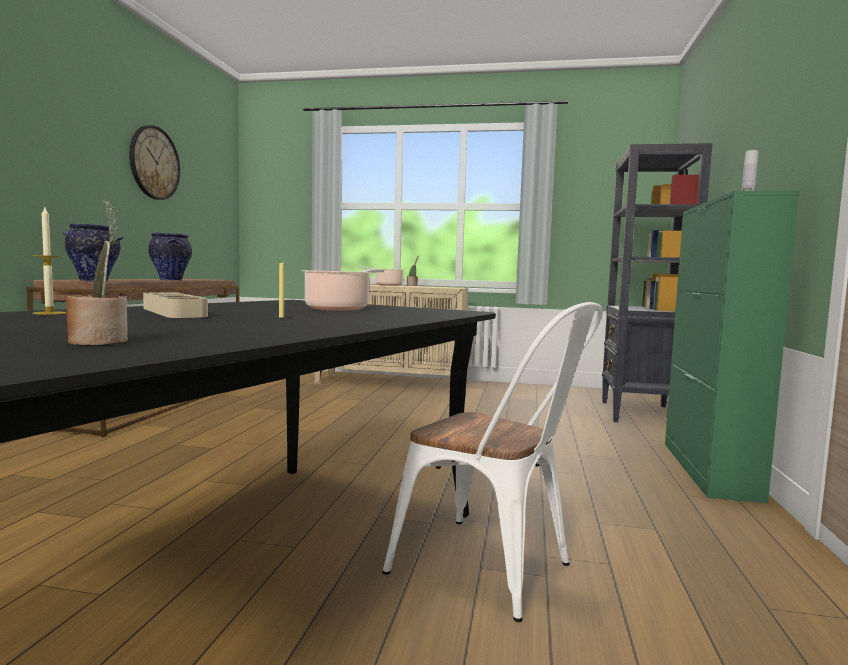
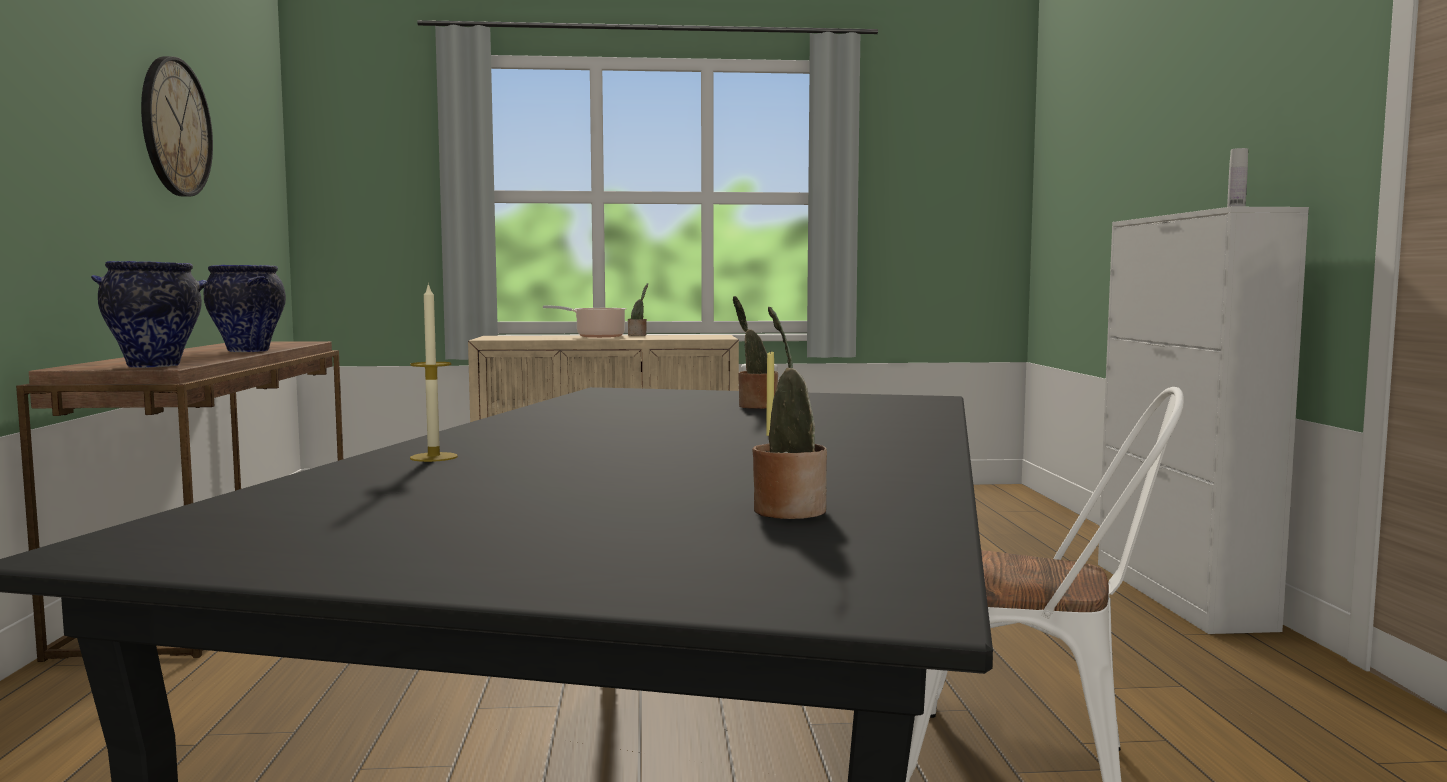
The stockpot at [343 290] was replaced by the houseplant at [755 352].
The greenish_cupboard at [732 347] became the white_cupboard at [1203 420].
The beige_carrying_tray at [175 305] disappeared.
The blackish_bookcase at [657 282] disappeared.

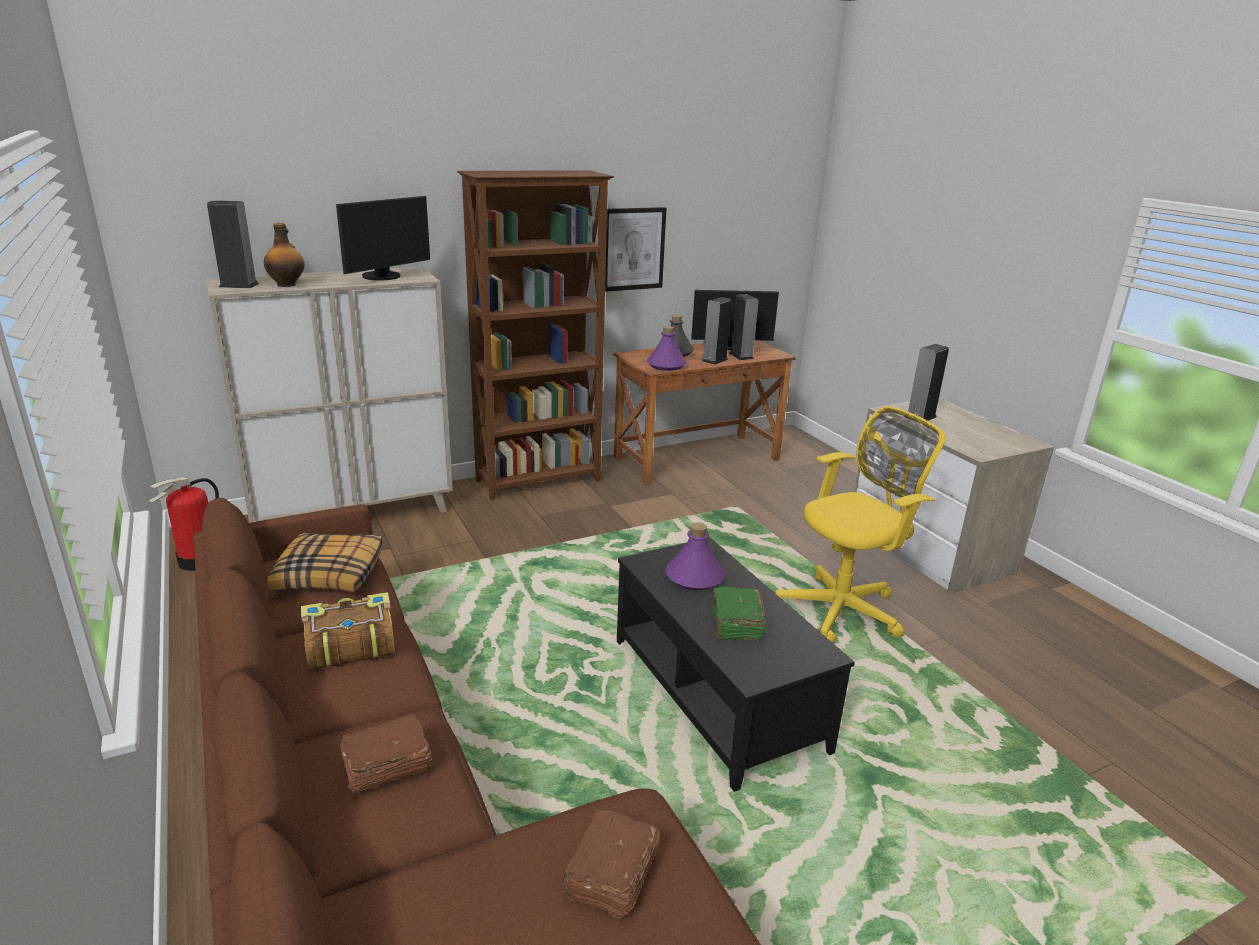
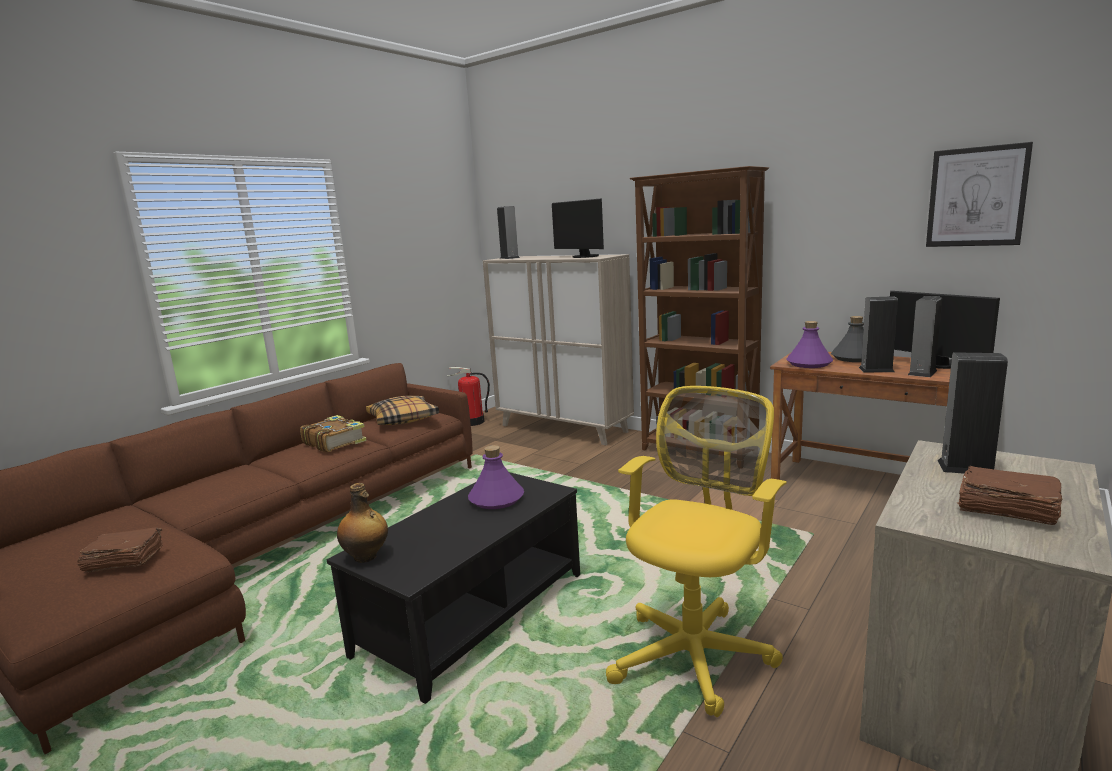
The beverage_bottle moved from [284 255] to [362 523].
The computer_screen at [383 238] turned 45 degrees clockwise.
The yellow_office_chair at [860 524] turned 90 degrees counterclockwise.
The wall_picture moved from [636 249] to [979 194].
The brownish_book moved from [385 754] to [1009 495].
The greenish_book at [739 614] disappeared.

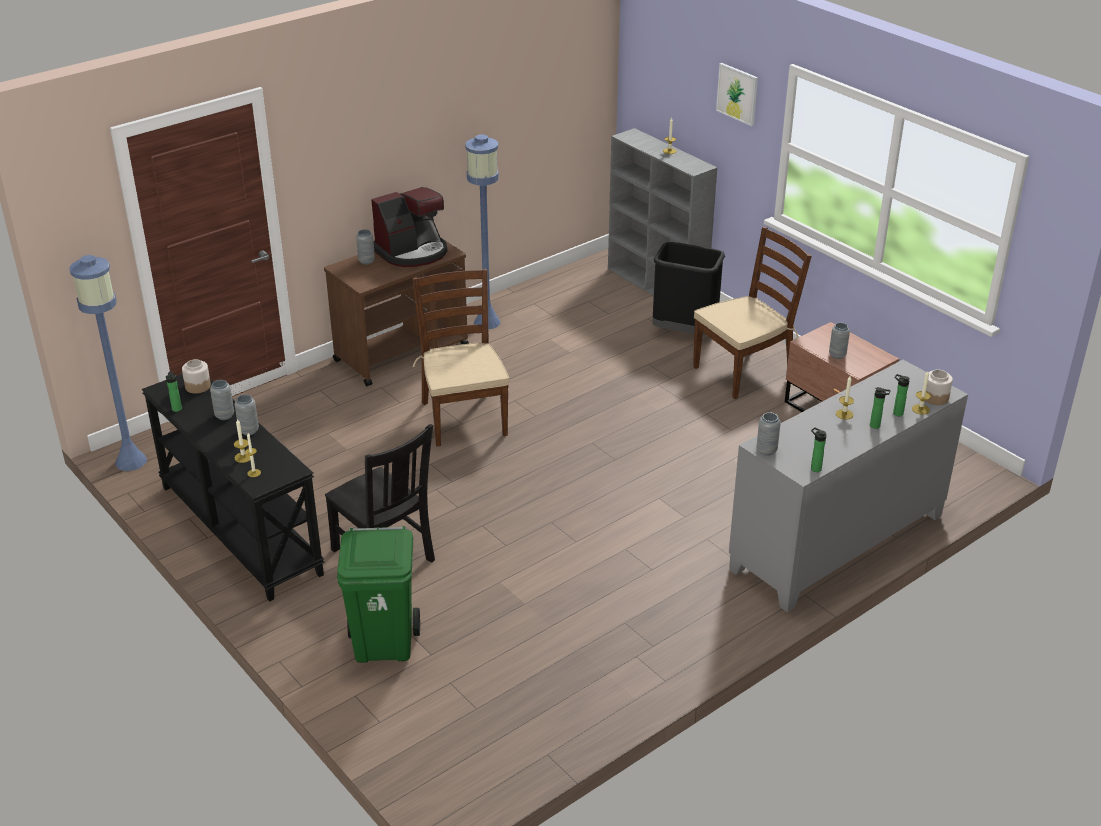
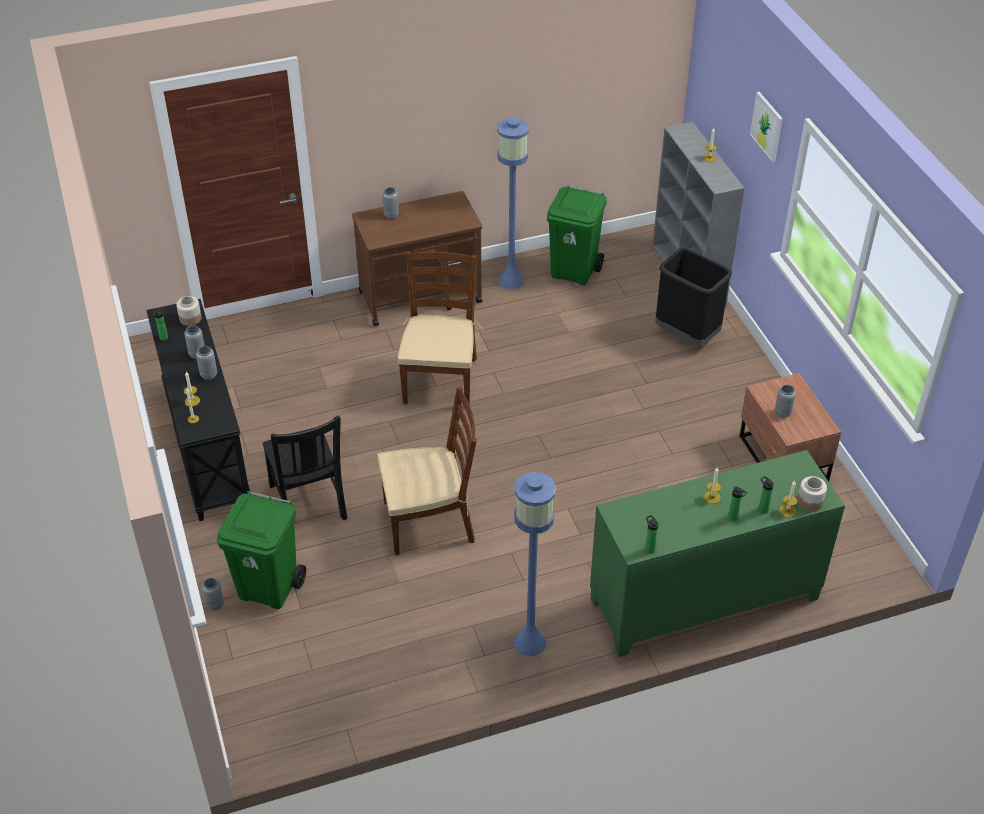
The gray_vase moved from [769 434] to [213 594].
The brownish_upright_chair moved from [752 313] to [427 470].
The bluish_standard_lamp moved from [108 363] to [535 564].
The greenish_waste_bin at [577 235] appeared.
The gray_cupboard at [848 486] became the greenish_cupboard at [717 553].
The coffee_machine at [409 227] disappeared.

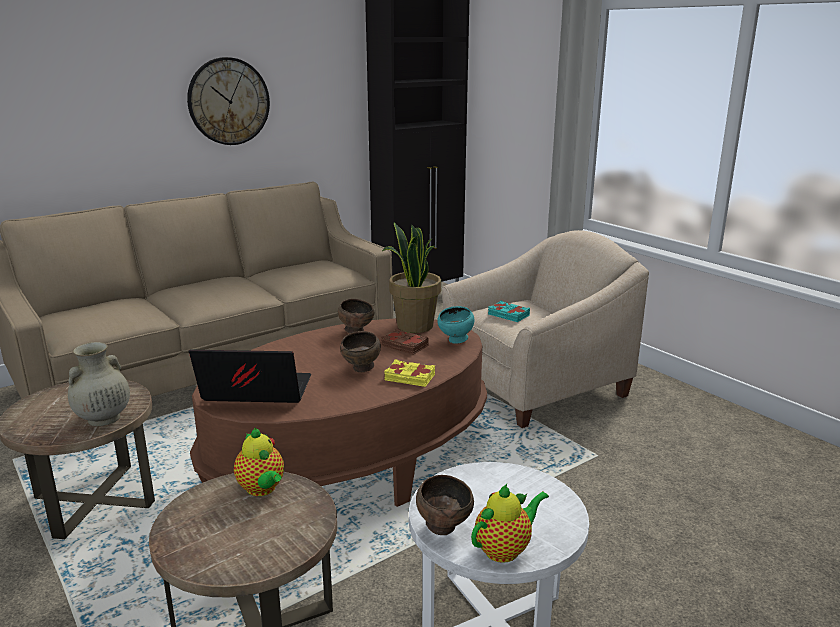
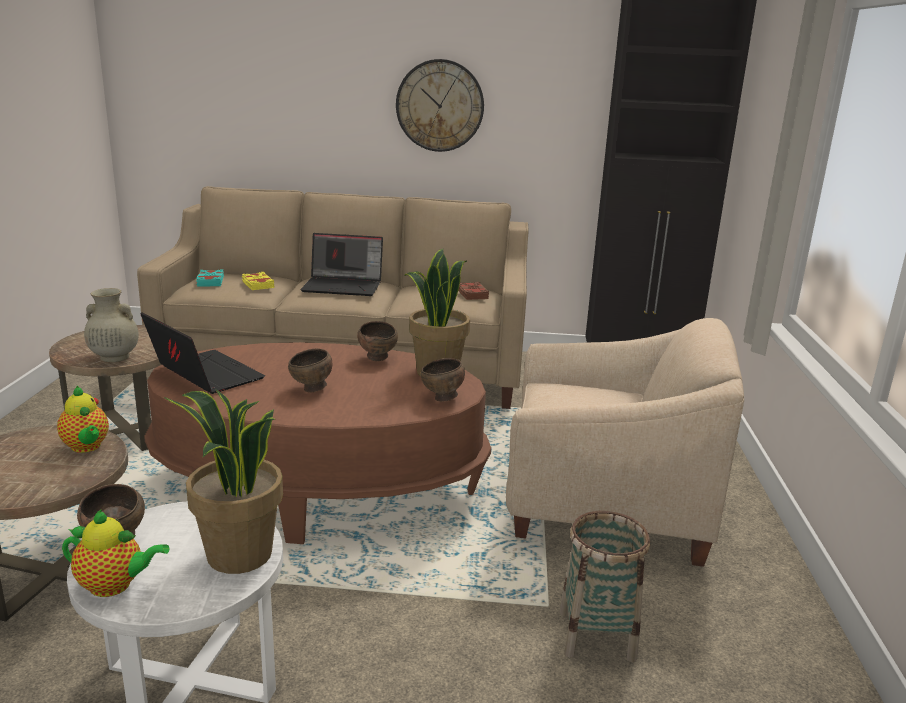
The teapot at [259 461] turned 45 degrees counterclockwise.
The houseplant at [223 482] appeared.
The turquoise_book moved from [509 311] to [210 278].
The yellow_book moved from [409 373] to [258 281].
The portable_computer at [341 264] appeared.
The turquoise_deep_dish at [455 325] became the brownish_deep_dish at [443 380].
The brownish_book moved from [405 342] to [473 291].
The basket at [605 586] appeared.

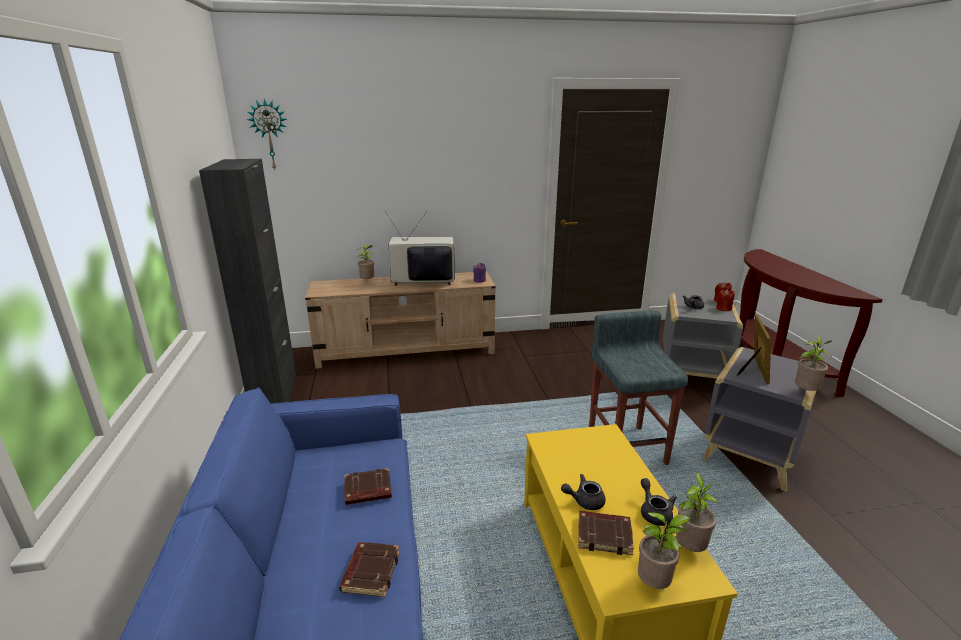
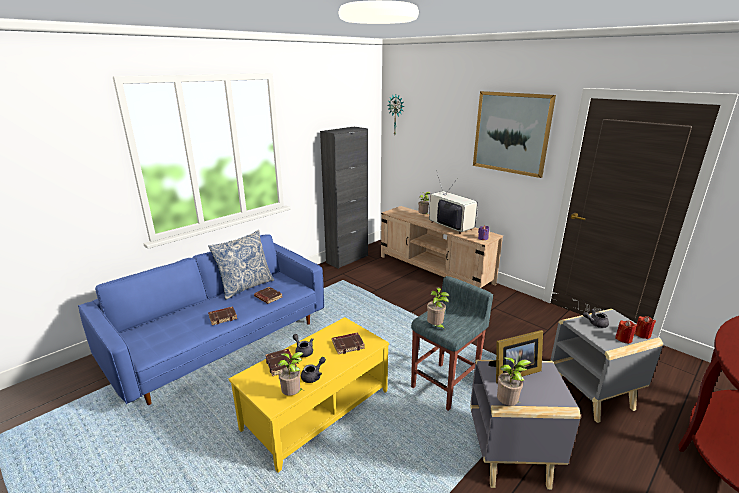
The throw_pillow at [241 265] appeared.
The brownish_book at [348 343] appeared.
The houseplant moved from [664 550] to [438 309].
The wall_picture at [514 134] appeared.

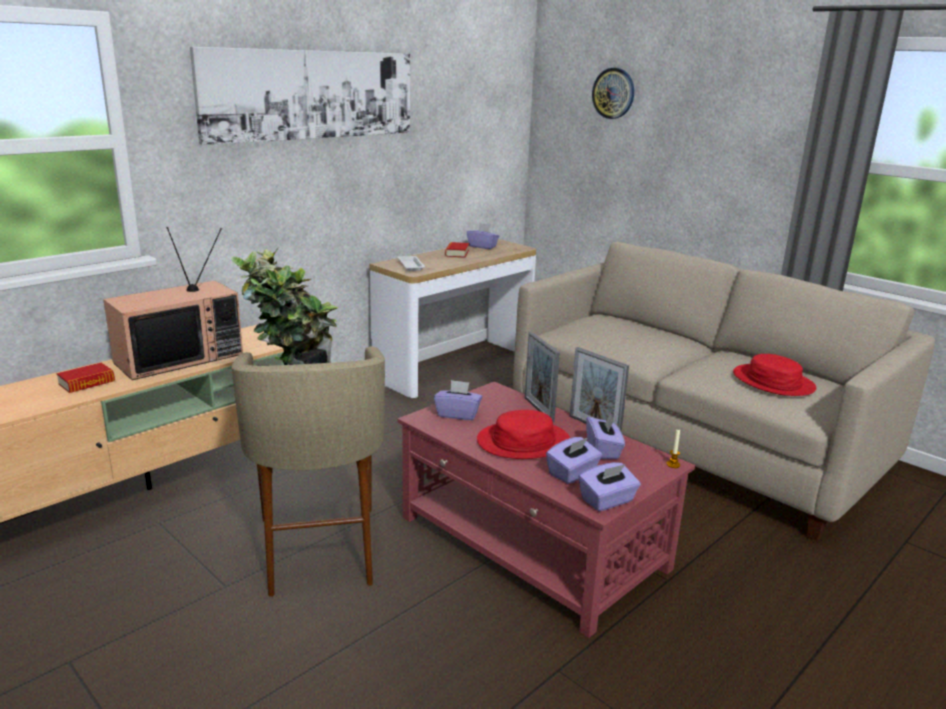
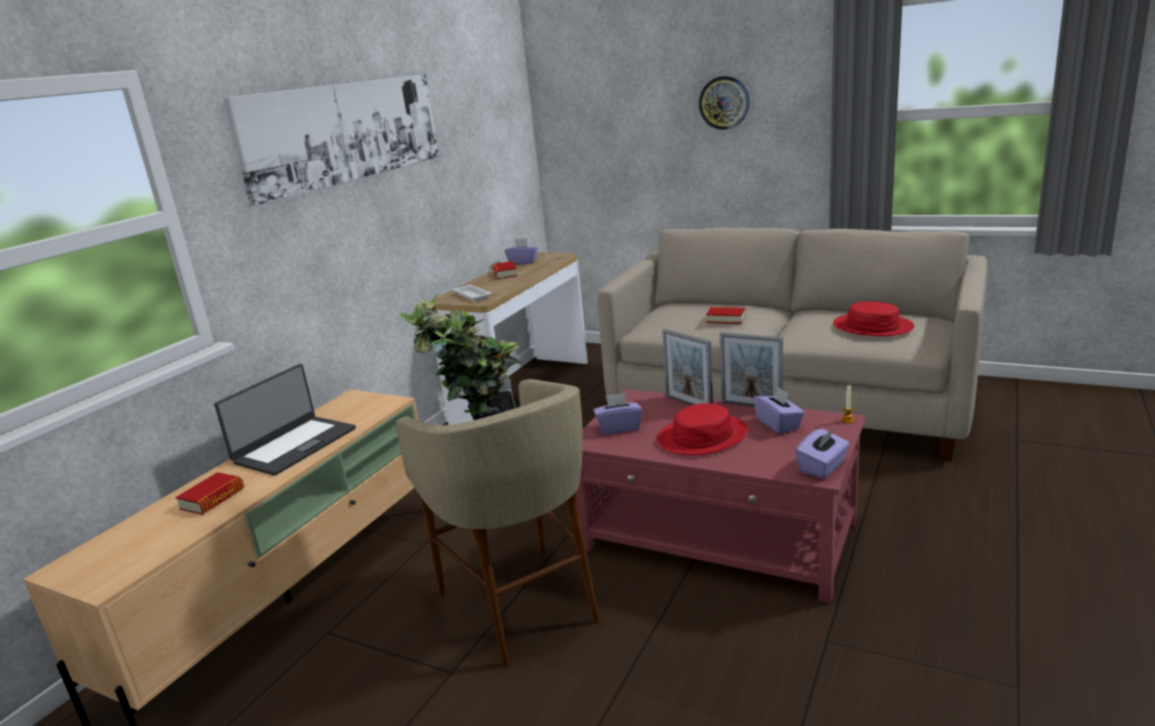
The TV at [173 303] was replaced by the portable_computer at [285 420].
The wall_clock moved from [613 93] to [724 103].
The book at [726 315] appeared.
The purple_tissue_box at [574 460] disappeared.

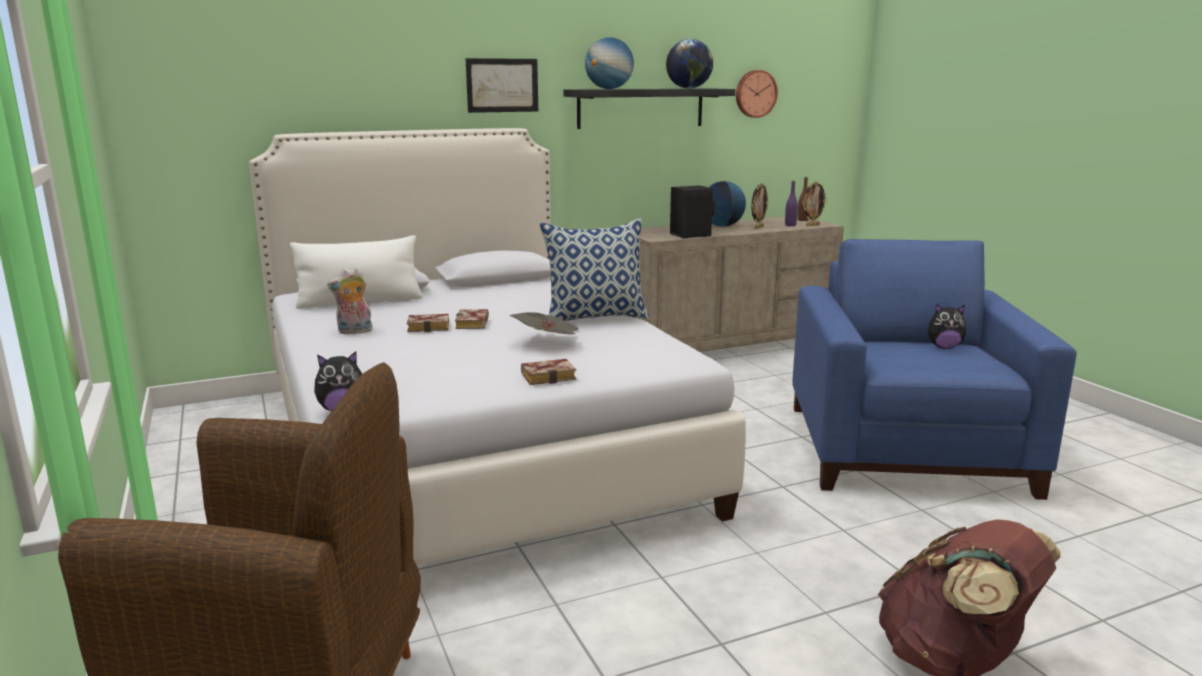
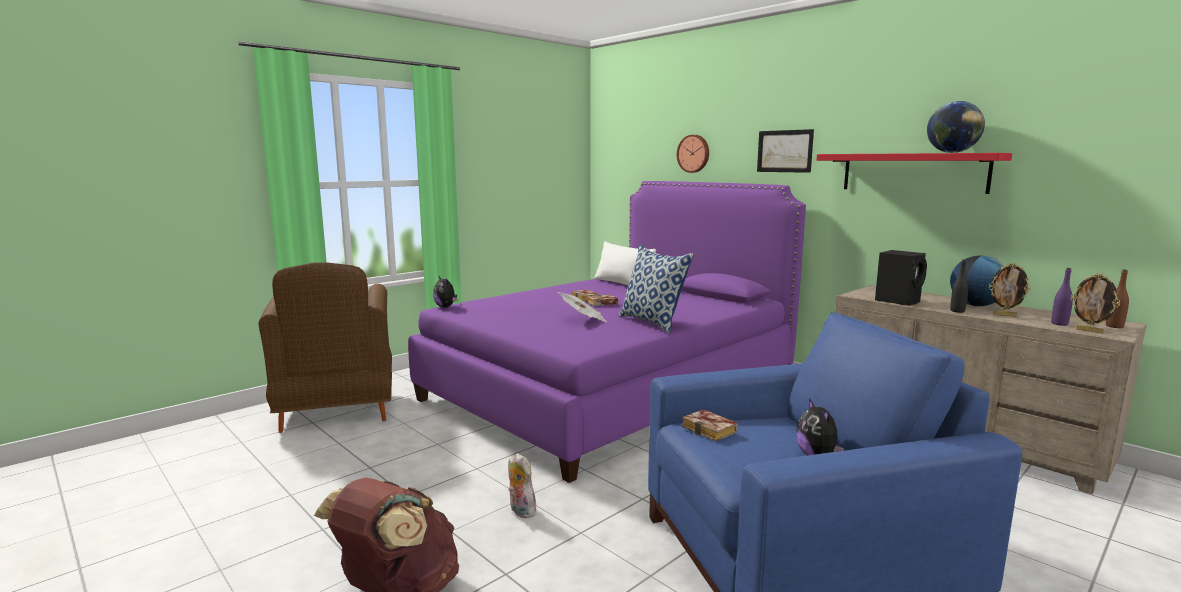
The white_sleeping_bed at [497 346] became the purple_sleeping_bed at [607 332].
The cuddly_toy moved from [350 300] to [523 485].
The wall_clock moved from [757 94] to [693 154].
The book moved from [548 372] to [710 425].
The blackish_wall_shelf at [649 109] became the red_wall_shelf at [914 173].
The blackish_beverage_bottle at [959 286] appeared.
The world_globe at [609 63] disappeared.

